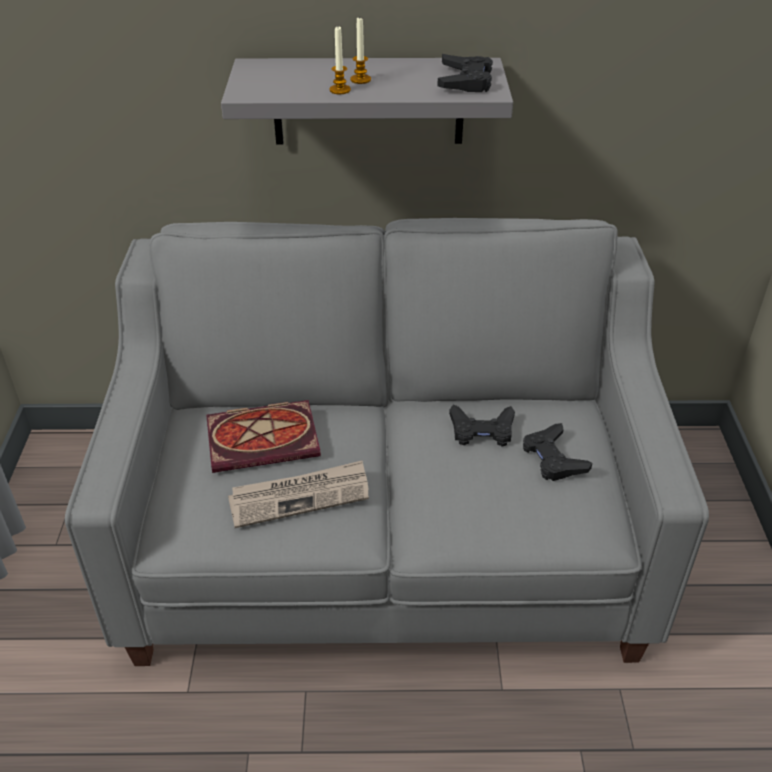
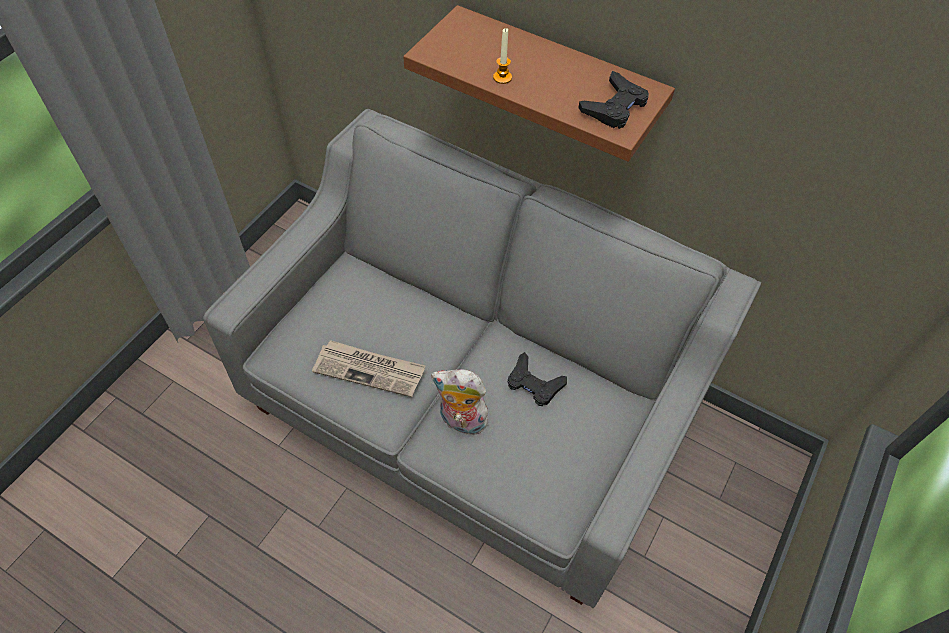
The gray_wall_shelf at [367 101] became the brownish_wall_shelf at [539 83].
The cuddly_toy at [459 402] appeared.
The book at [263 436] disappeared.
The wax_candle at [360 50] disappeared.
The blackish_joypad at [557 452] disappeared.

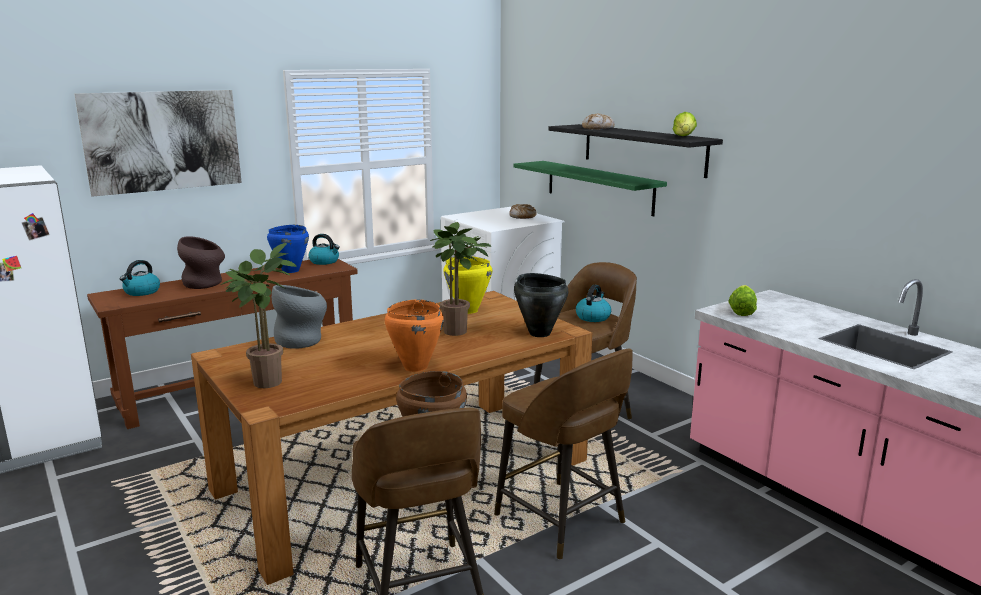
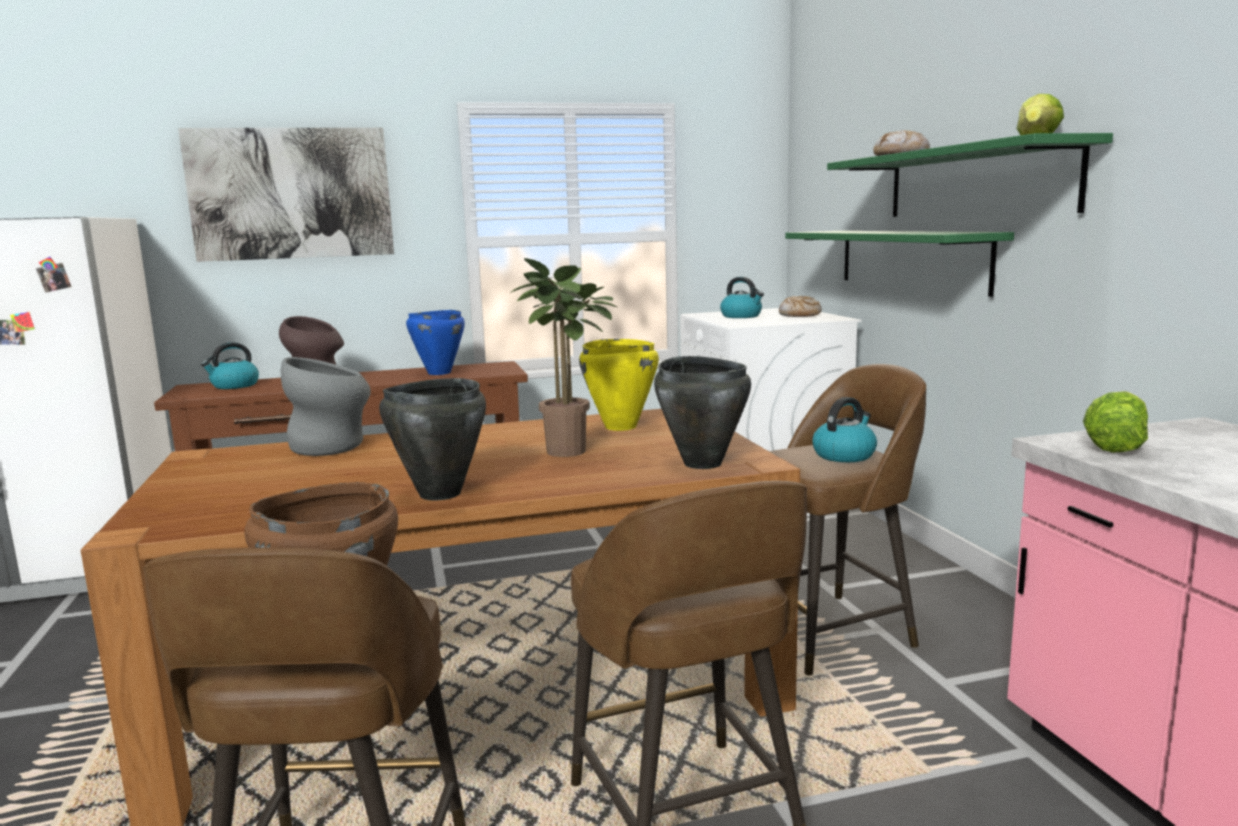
The orange_stockpot at [414 335] became the blackish_stockpot at [432 439].
The tea_kettle moved from [324 249] to [742 297].
The blackish_wall_shelf at [635 151] became the greenish_wall_shelf at [970 175].
The houseplant at [259 315] disappeared.

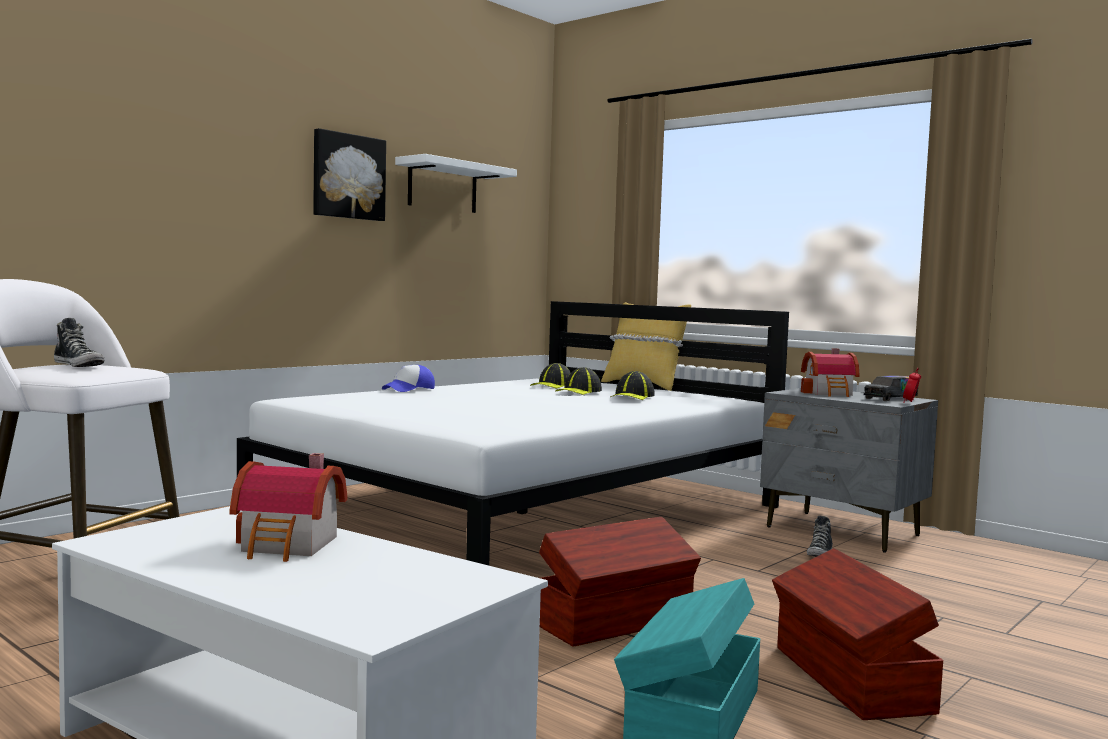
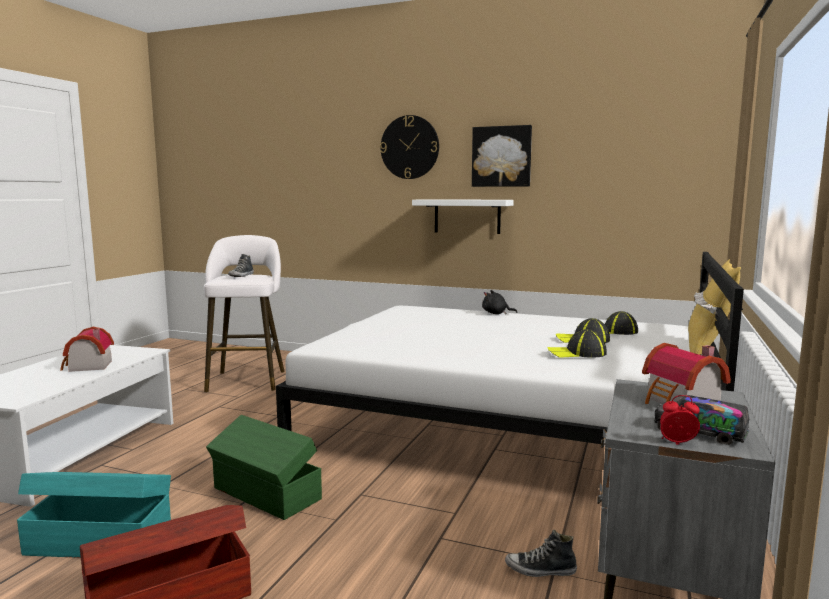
The brownish_storage_container at [620 582] became the greenish_storage_container at [264 467].
The wall_clock at [409 147] appeared.
The white_wall_shelf moved from [456 183] to [463 216].
The peaked_cap at [408 378] was replaced by the blackish_cuddly_toy at [500 302].

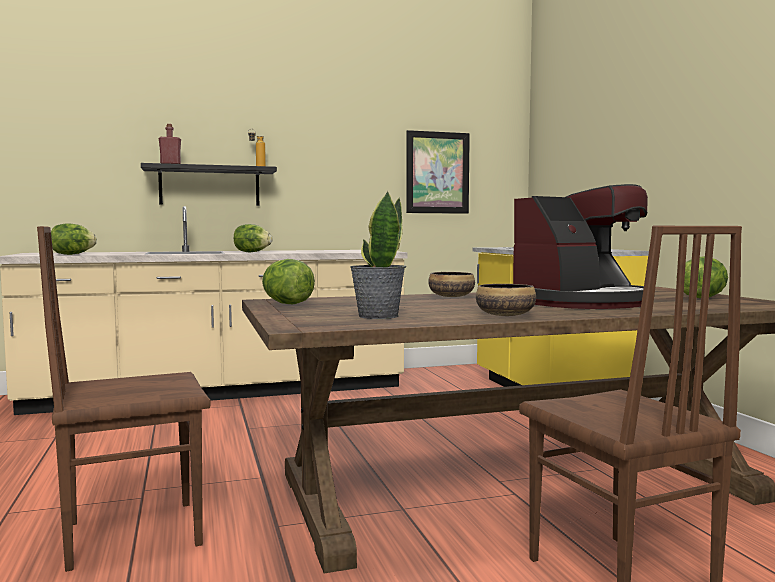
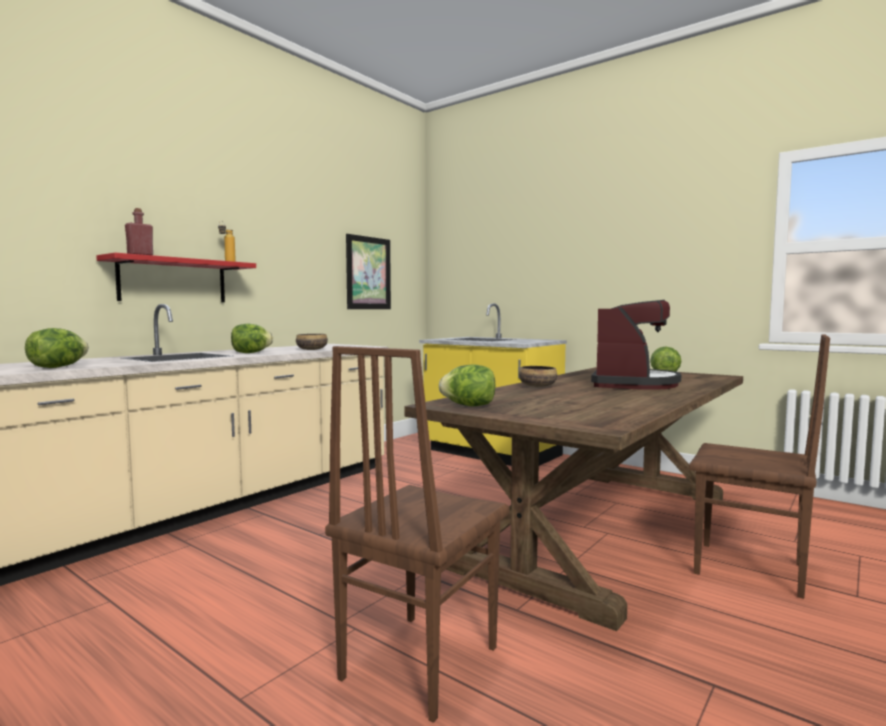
The blackish_wall_shelf at [209 184] became the red_wall_shelf at [176 277].
The deep_dish moved from [506 300] to [312 342].
The houseplant at [378 255] disappeared.

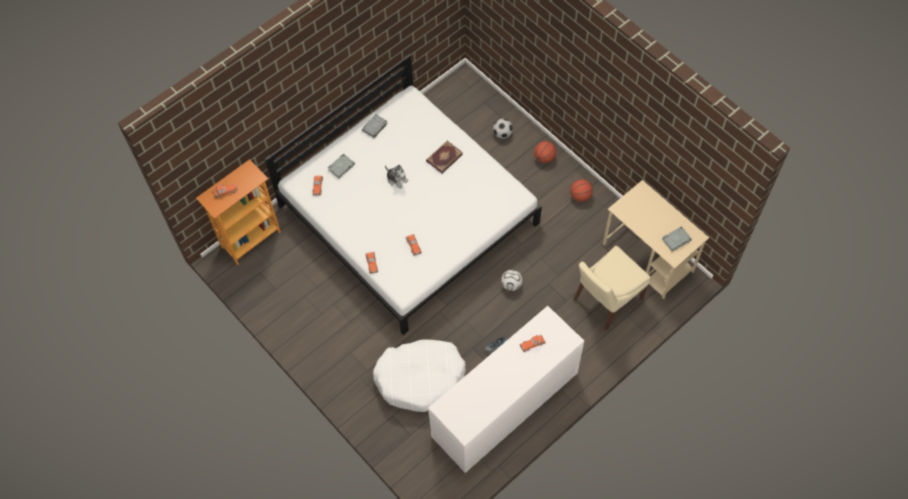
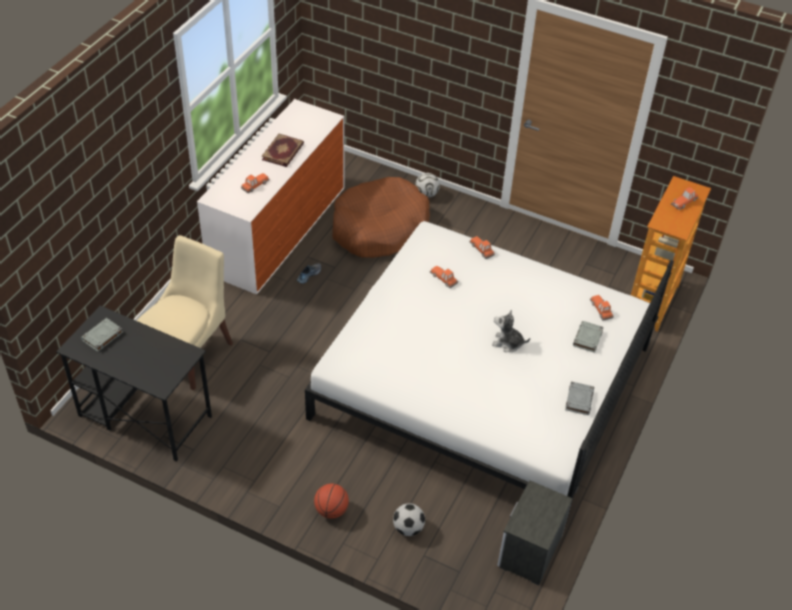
The beige_desk_unit at [656 239] became the blackish_desk_unit at [134 383].
The book moved from [444 157] to [283 150].
The white_dog_cushion at [419 375] became the brownish_dog_cushion at [381 217].
The ball_for_football moved from [512 280] to [427 185].
The nightstand at [535 532] appeared.
The basketball at [581 190] disappeared.

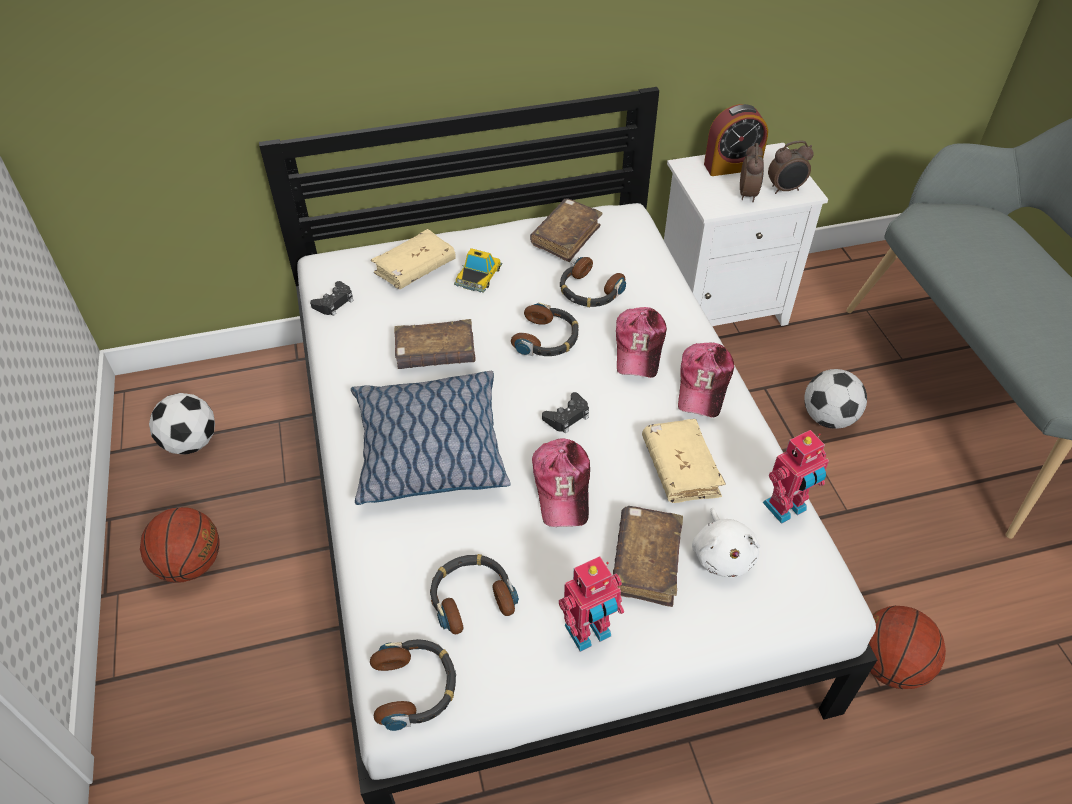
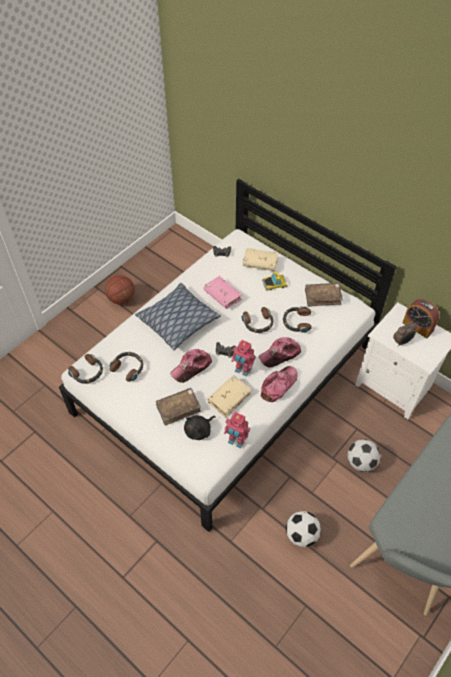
The white_cuddly_toy at [726 543] became the blackish_cuddly_toy at [200 428].
The brownish_book at [435 344] became the pink-coloured_book at [222 292].
The toy_robot moved from [591 604] to [243 358].
The peaked_cap at [706 380] turned 150 degrees clockwise.
The ball_for_football moved from [182 424] to [303 529].
The alarm_clock at [791 167] disappeared.
The basketball at [907 647] disappeared.

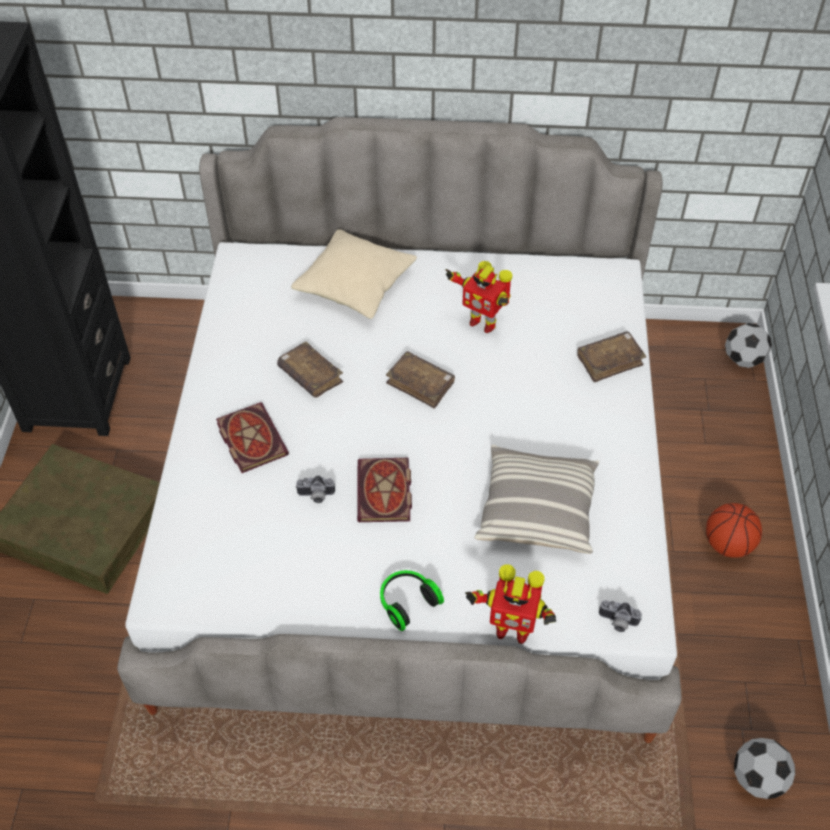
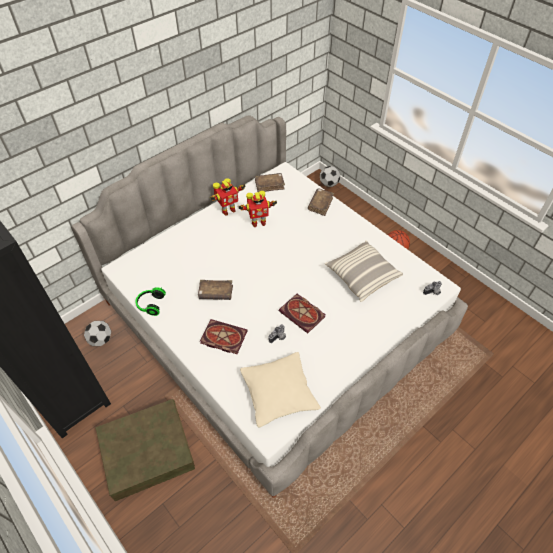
The ball_for_football moved from [764 768] to [97 333].
The headset moved from [412 600] to [151 301].
The toy_robot moved from [510 604] to [228 196].
The beige_throw_pillow moved from [354 274] to [280 389].
The brownish_book moved from [420 380] to [270 182].

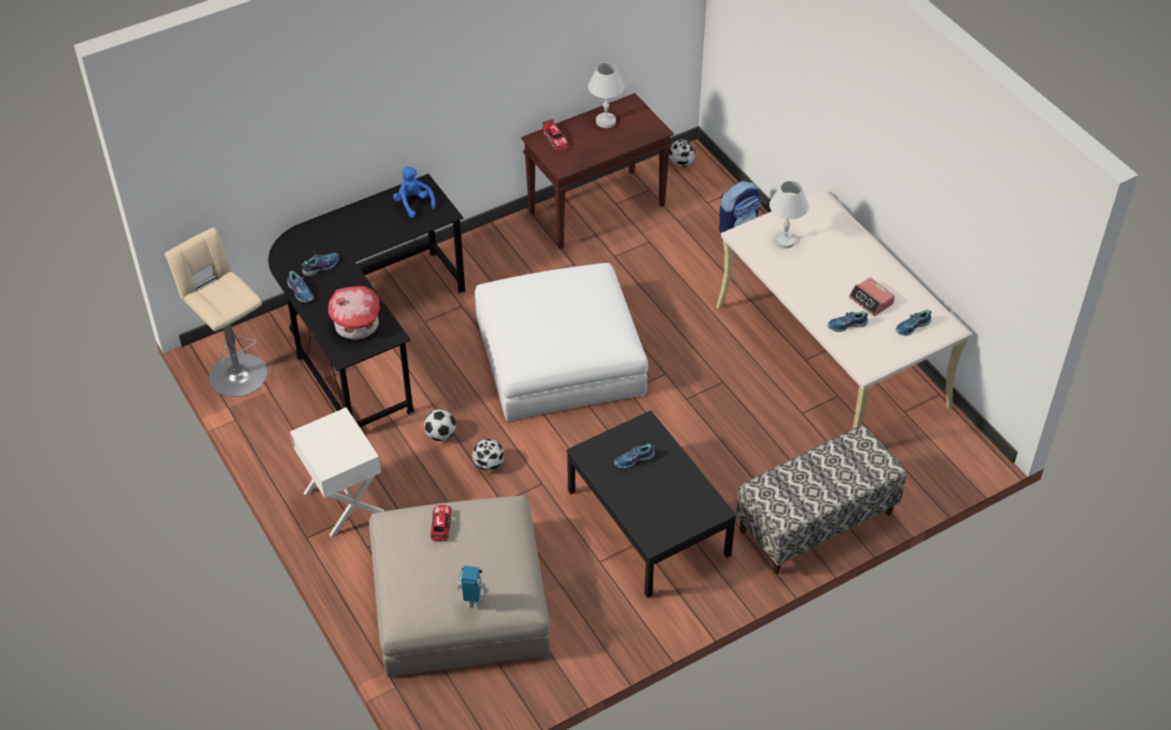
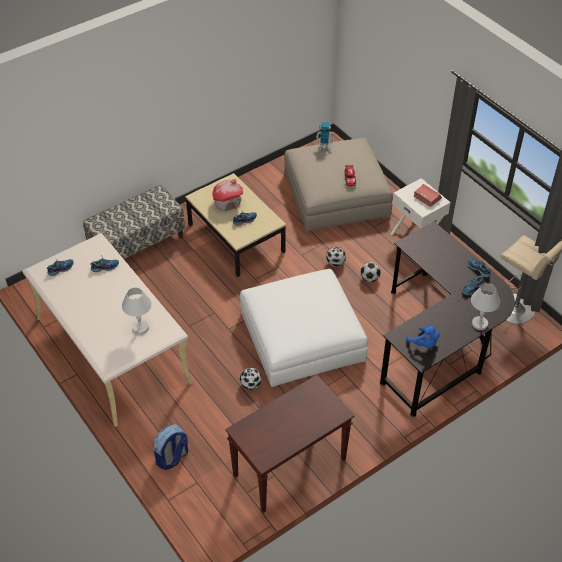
The blackish_coffee_table at [651 504] became the beige_coffee_table at [235 225].
The model_house moved from [354 313] to [227 195].
The ball_for_football moved from [682 153] to [251 379].
The alarm_clock moved from [872 296] to [428 195].
The white_lamp_for_a_table moved from [606 95] to [485 306].
The toy_car at [555 135] disappeared.

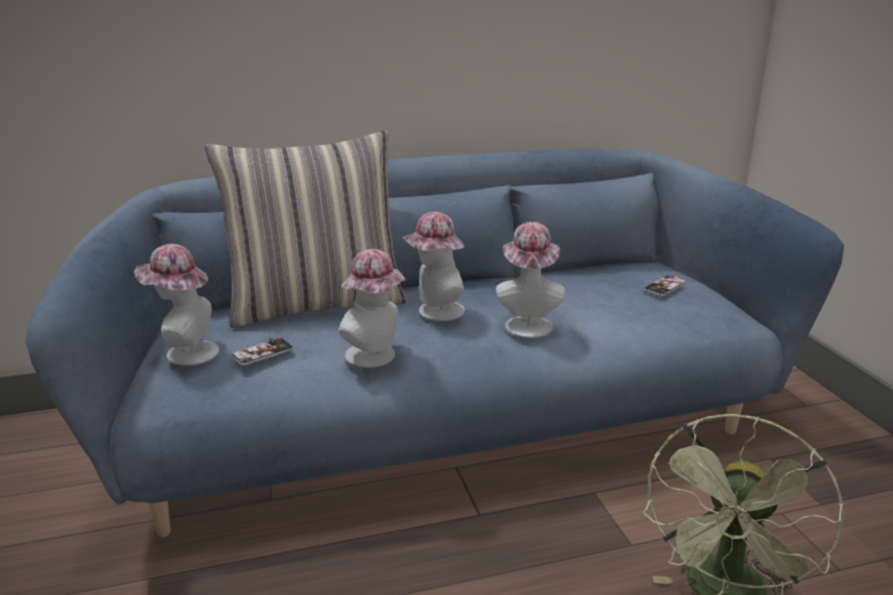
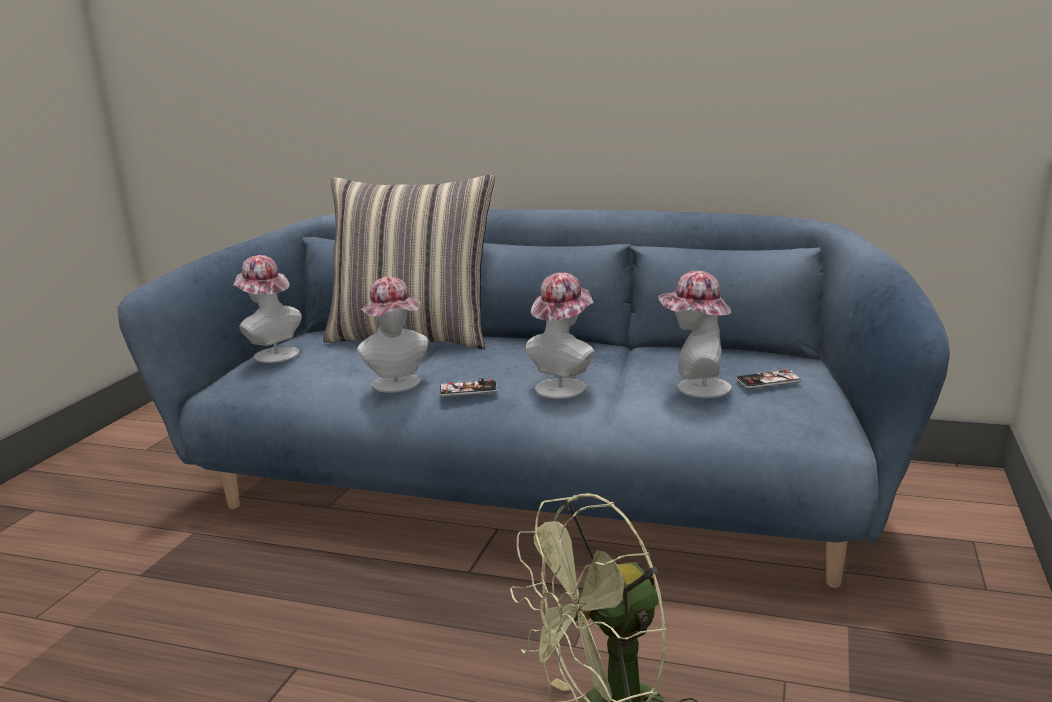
The telephone moved from [262 351] to [468 387].
The wearable_hat moved from [433 266] to [694 334].

